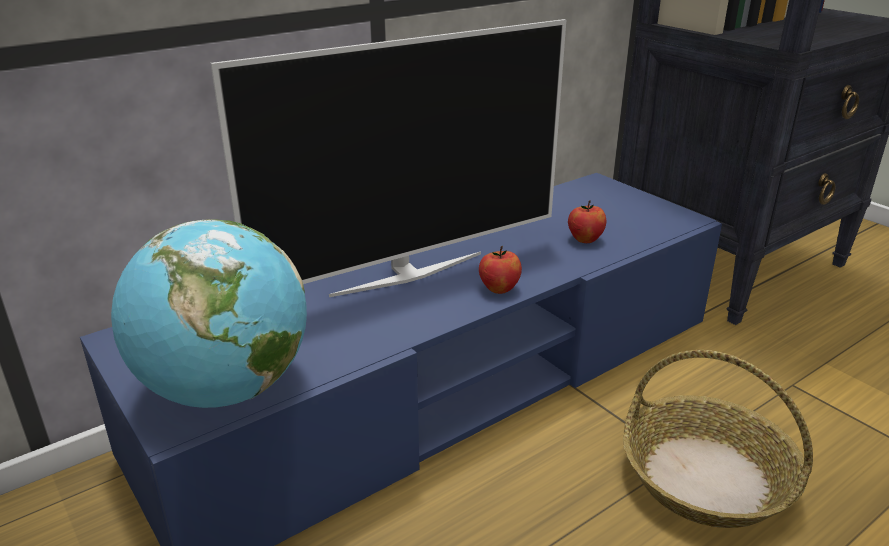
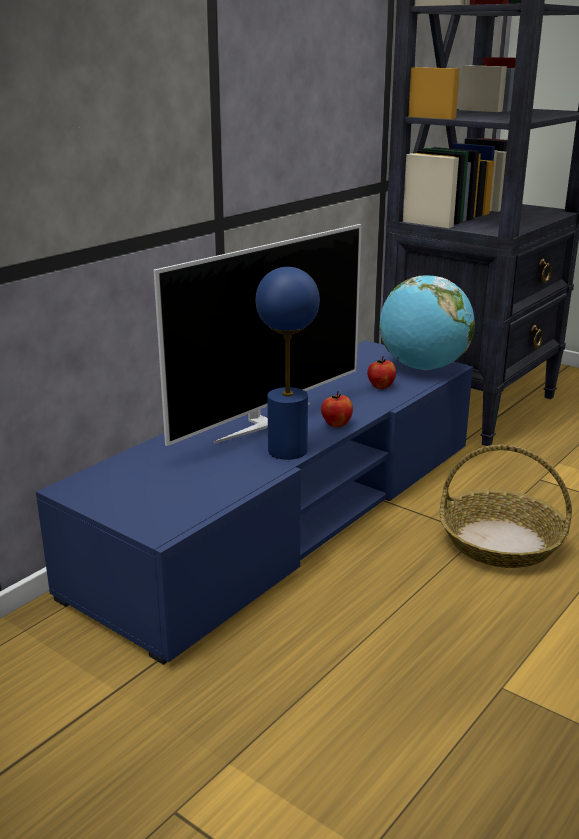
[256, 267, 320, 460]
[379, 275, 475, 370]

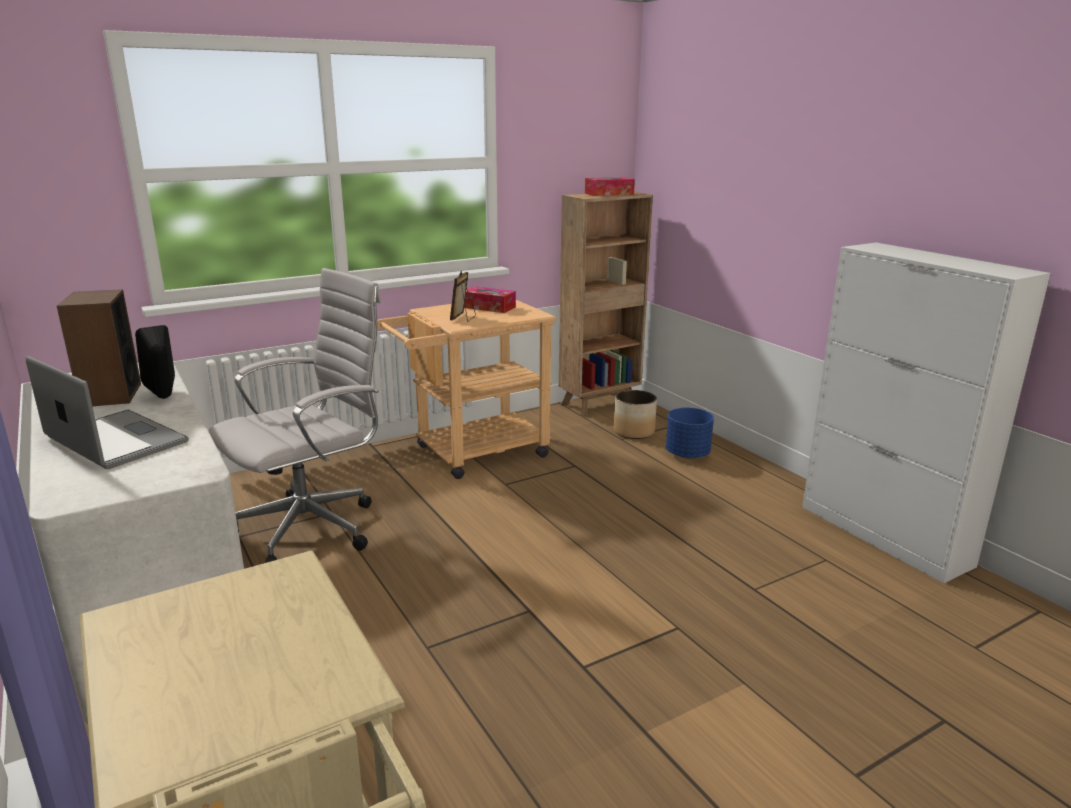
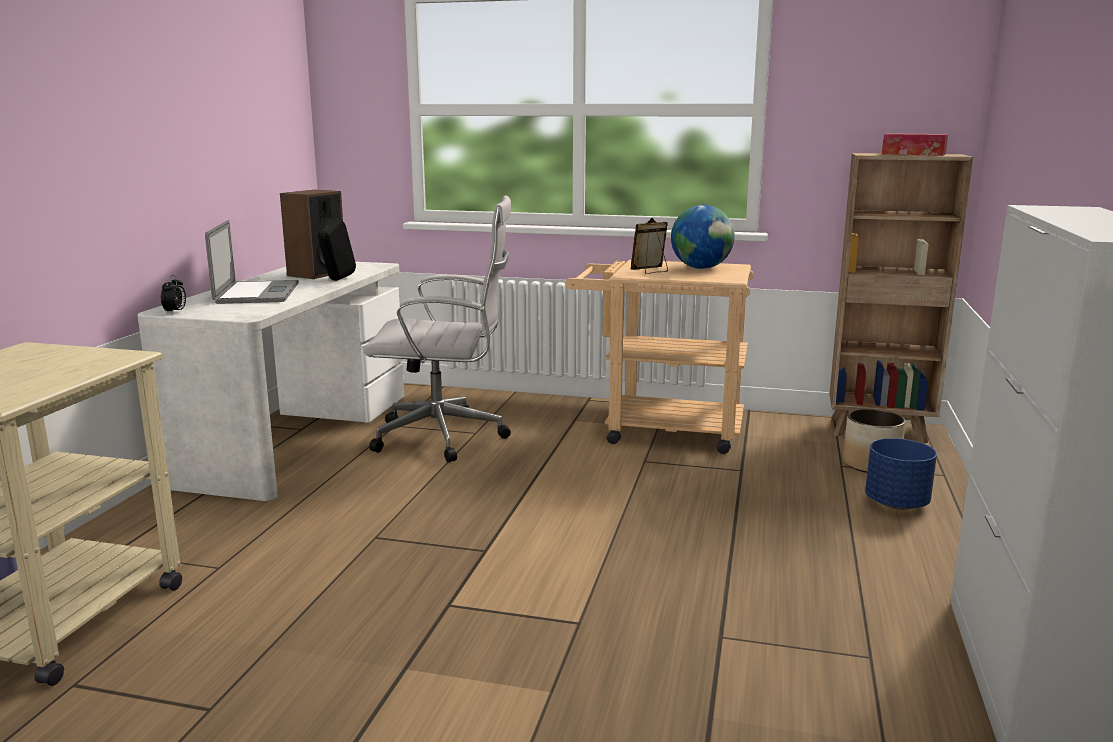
[161, 275, 186, 314]
[671, 205, 735, 269]

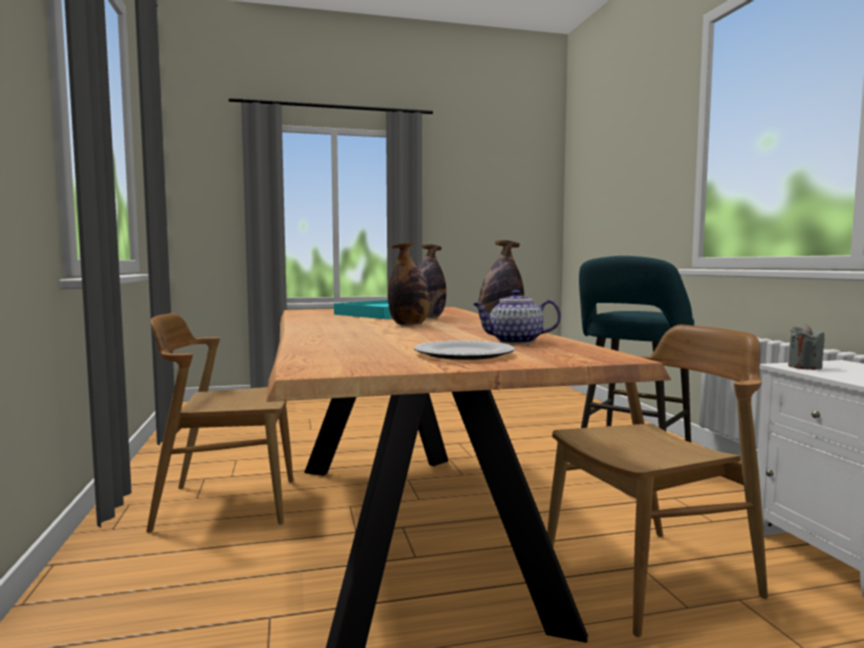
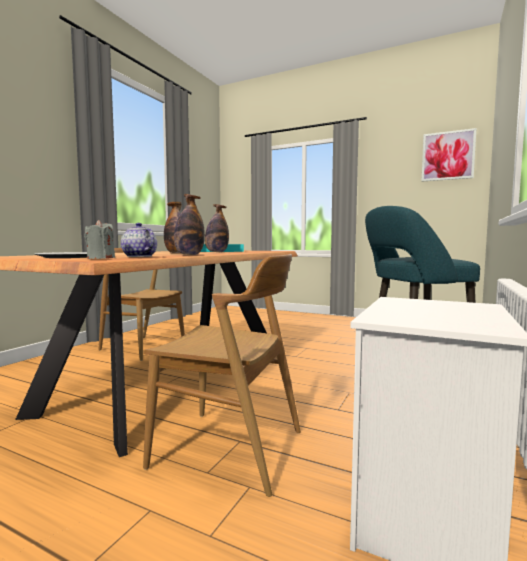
[422, 128, 476, 181]
[84, 220, 115, 259]

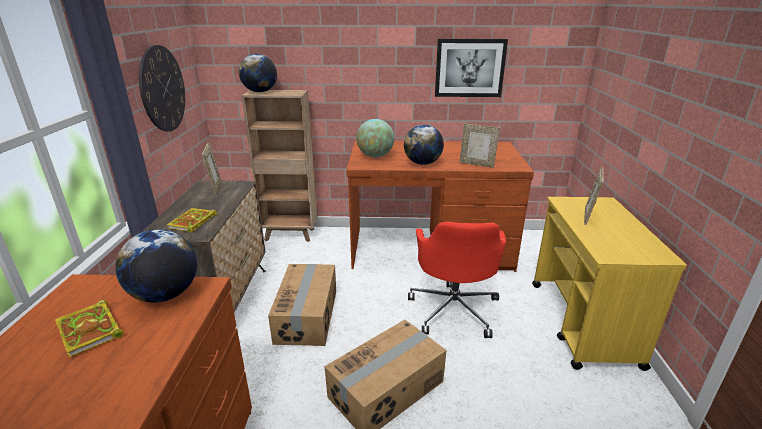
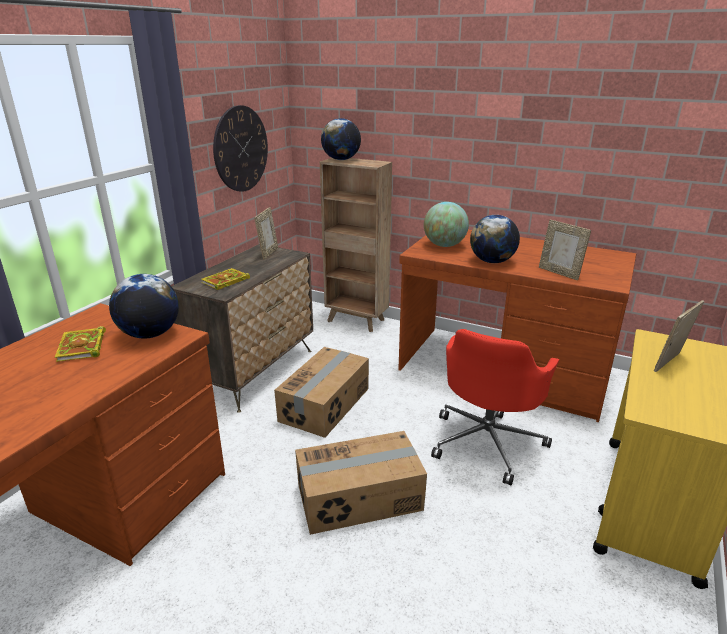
[435, 39, 508, 97] (first image)

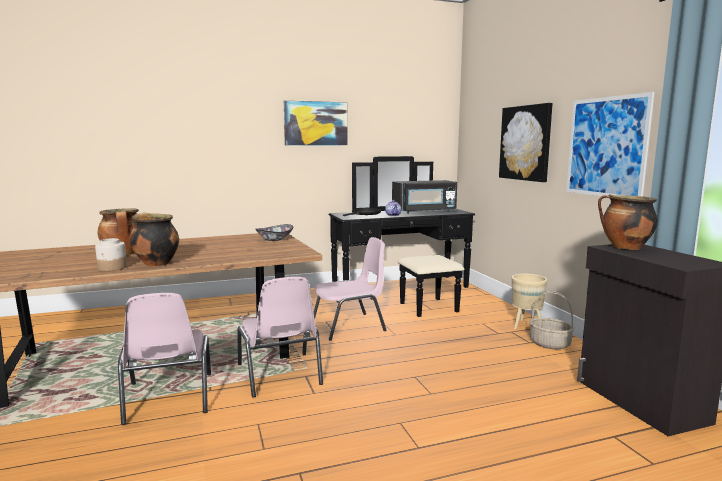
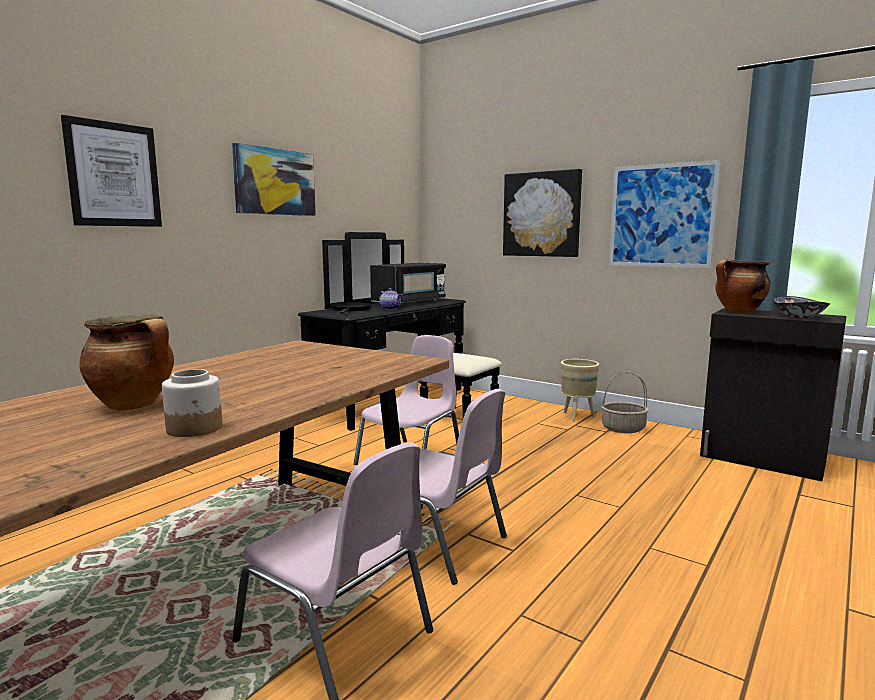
[129, 213, 179, 266] (first image)
[61, 115, 162, 227]
[773, 296, 830, 319]

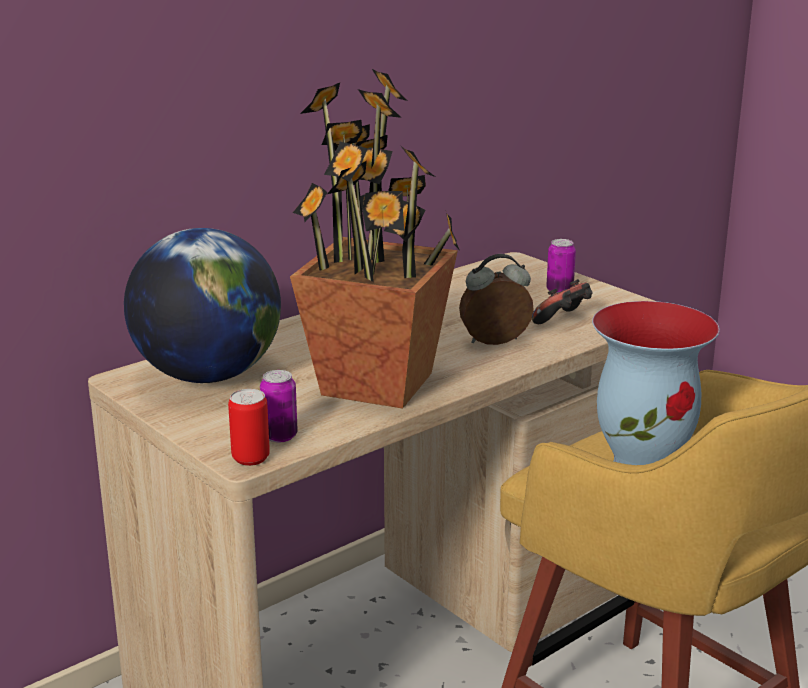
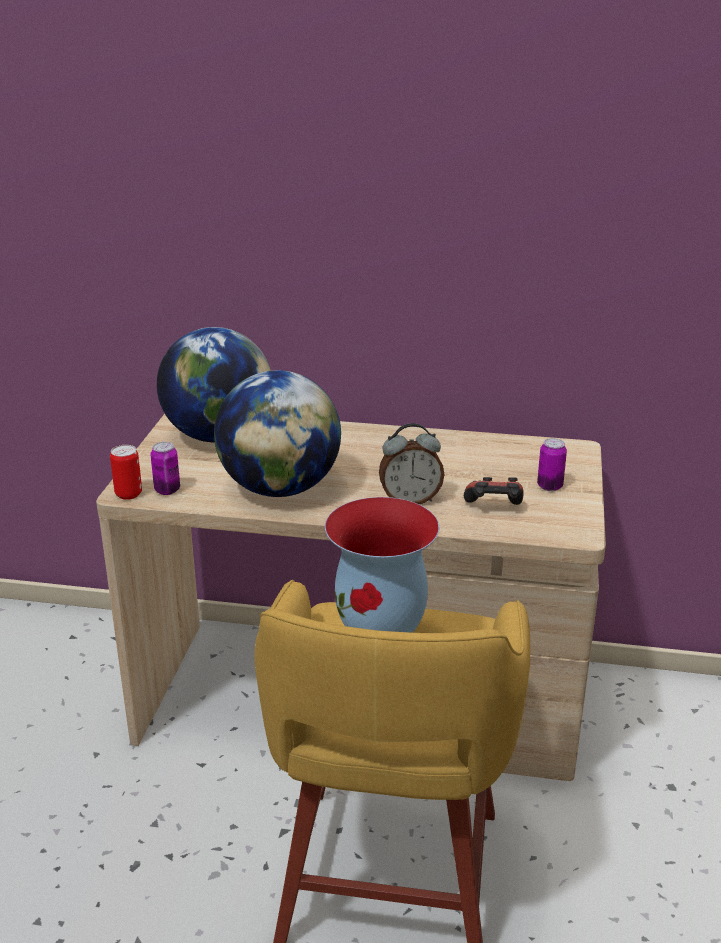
[214, 370, 341, 497]
[379, 423, 444, 504]

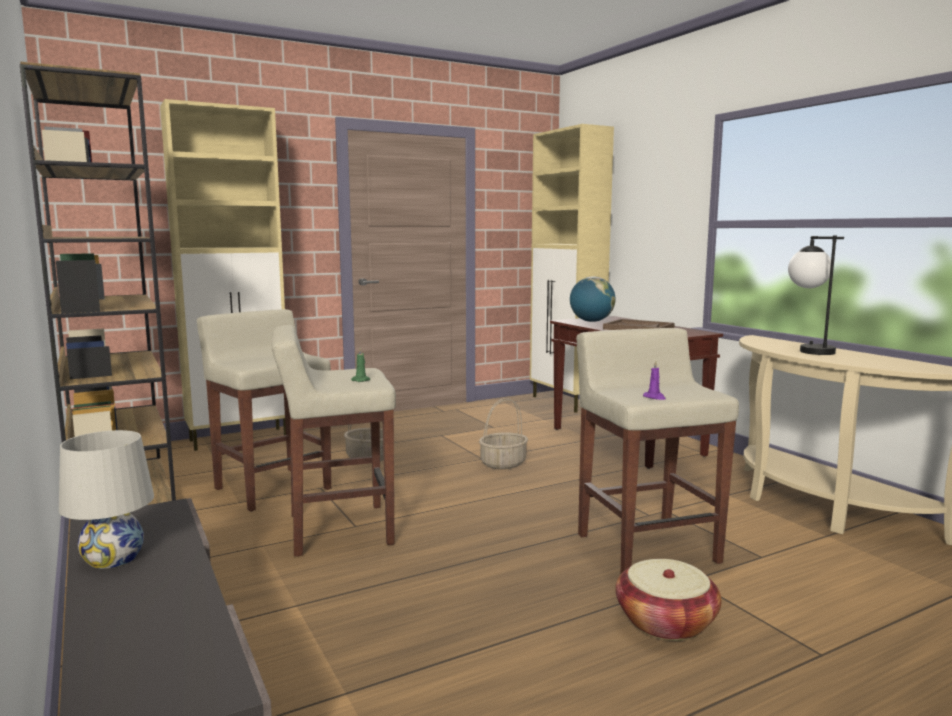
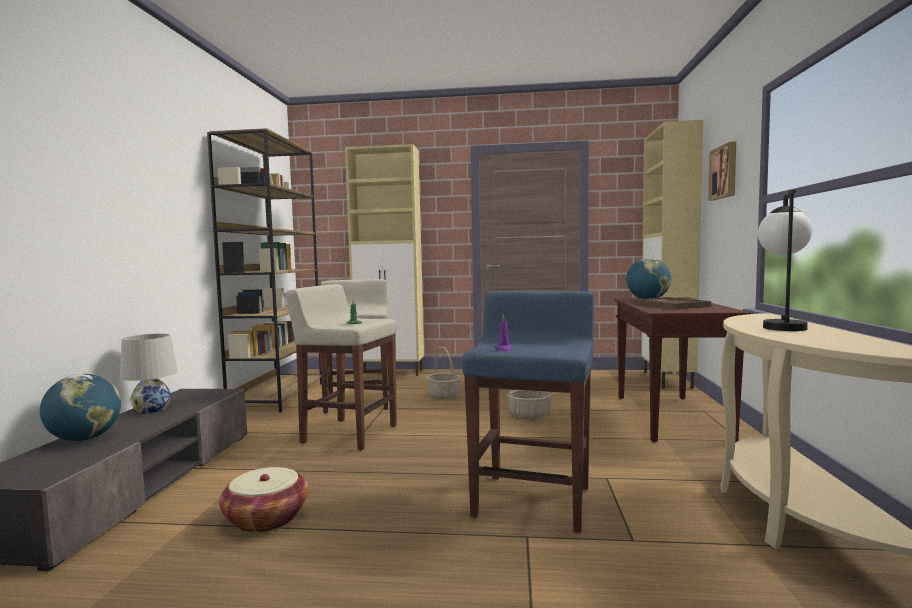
[40, 374, 121, 441]
[708, 141, 736, 201]
[219, 467, 308, 533]
[462, 291, 594, 532]

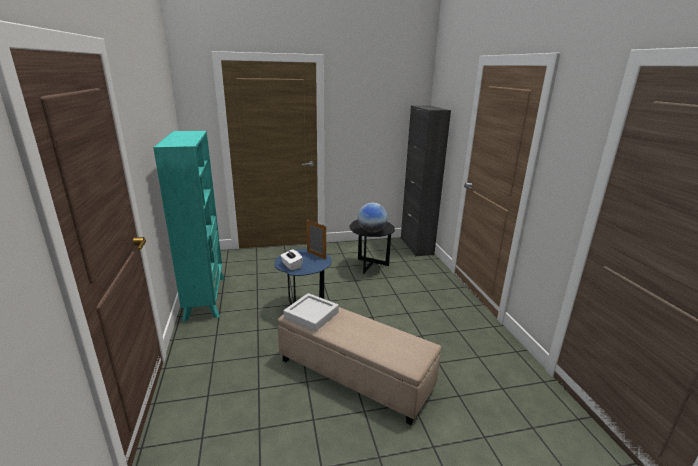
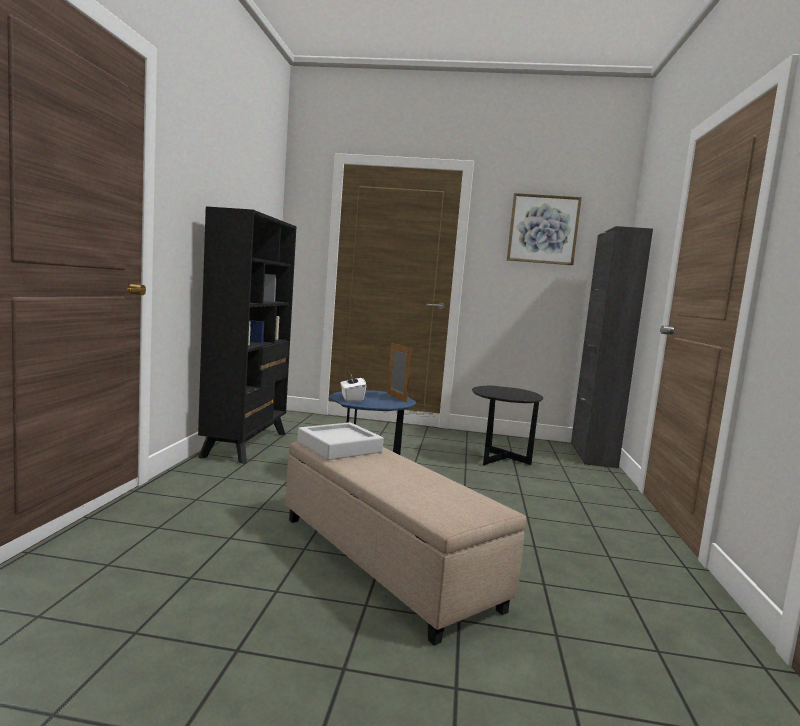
[358, 203, 388, 233] (first image)
[507, 193, 582, 265]
[198, 206, 296, 464]

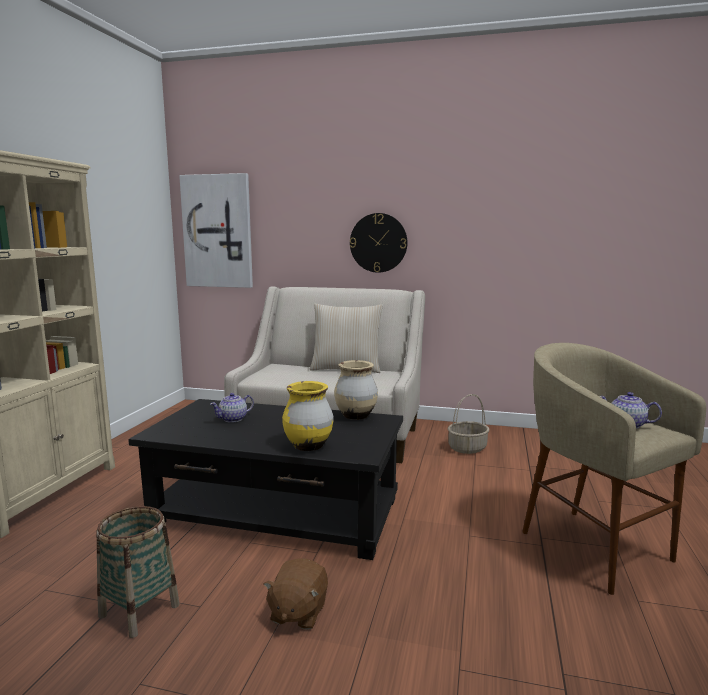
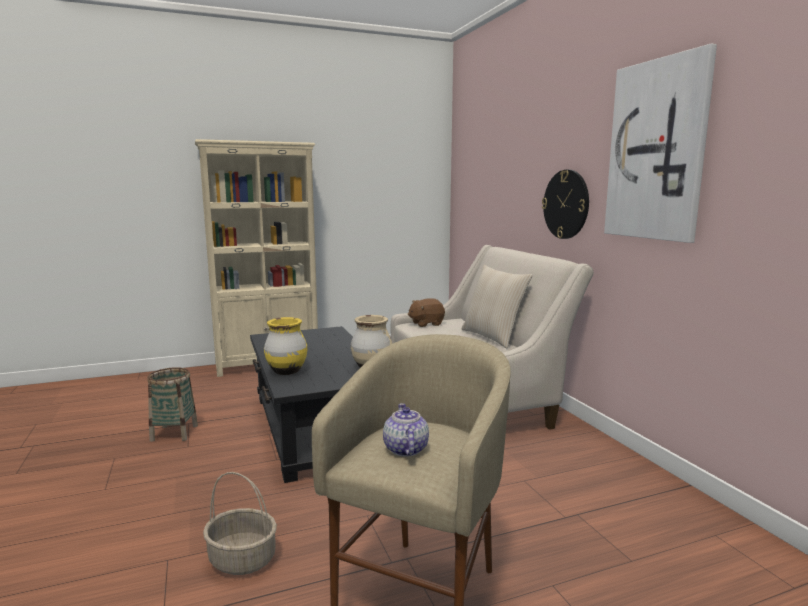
[210, 393, 254, 423] (first image)
[604, 44, 717, 243]
[407, 298, 445, 327]
[203, 472, 277, 575]

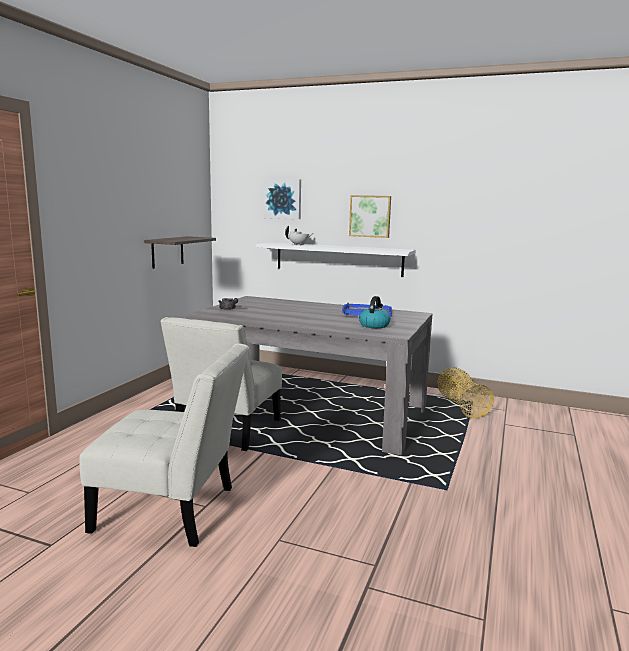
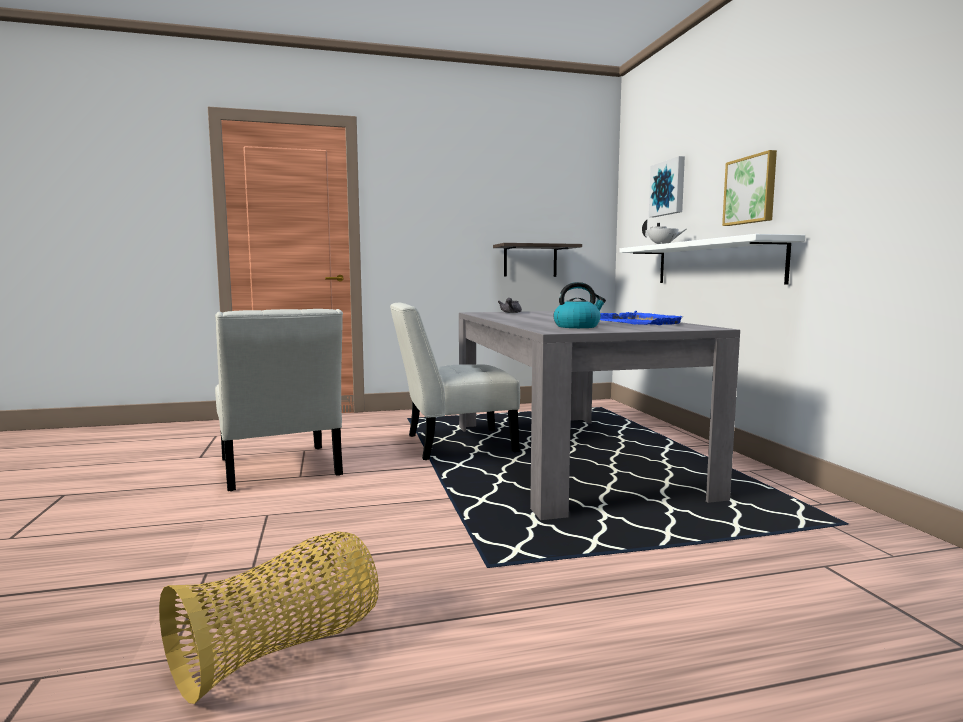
[159, 532, 379, 704]

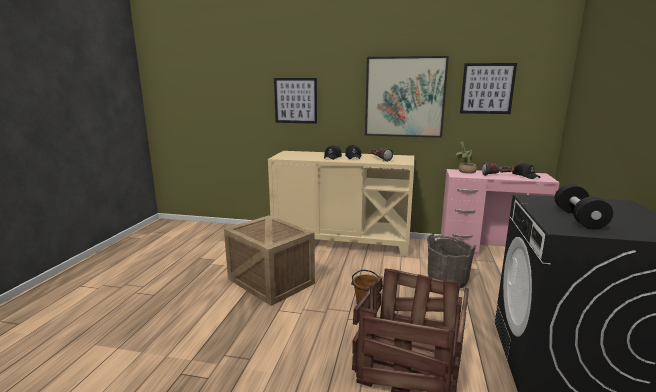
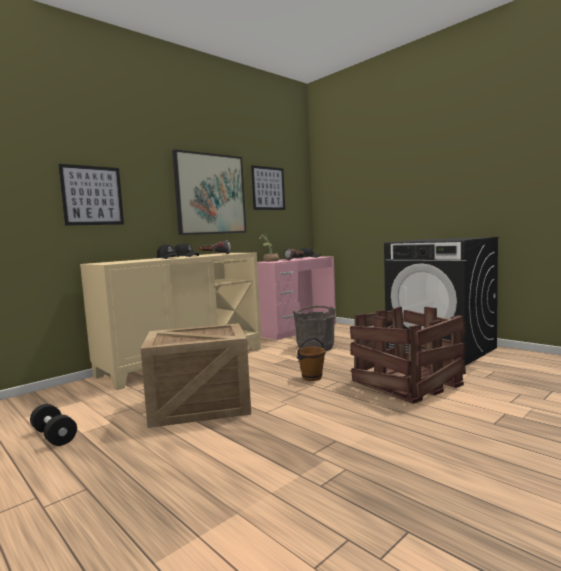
[30, 404, 77, 446]

